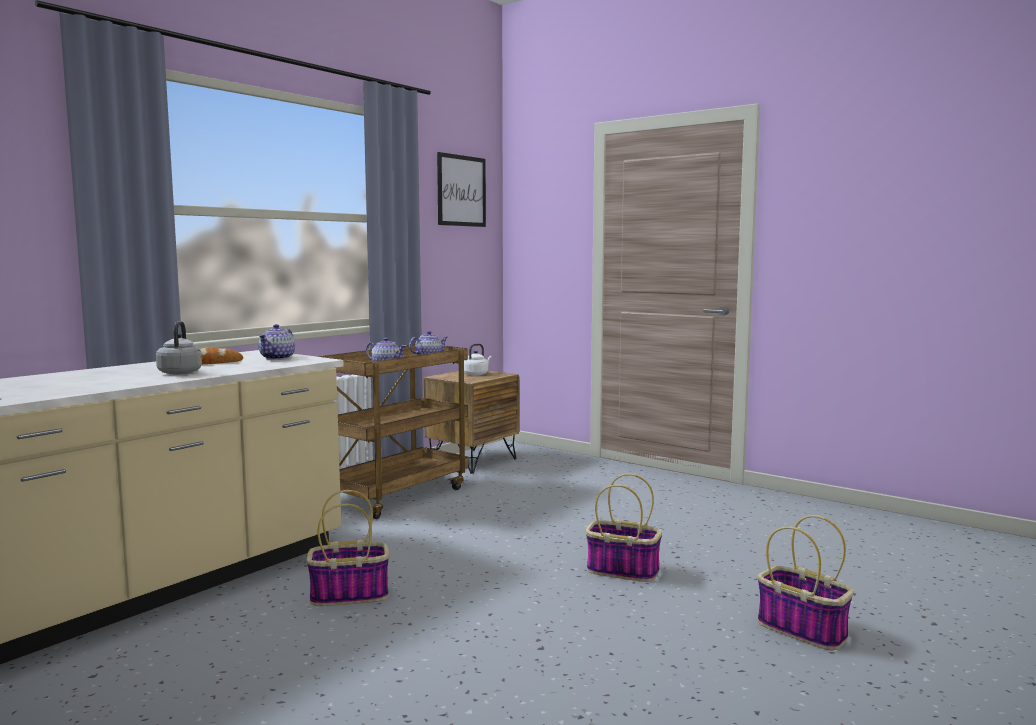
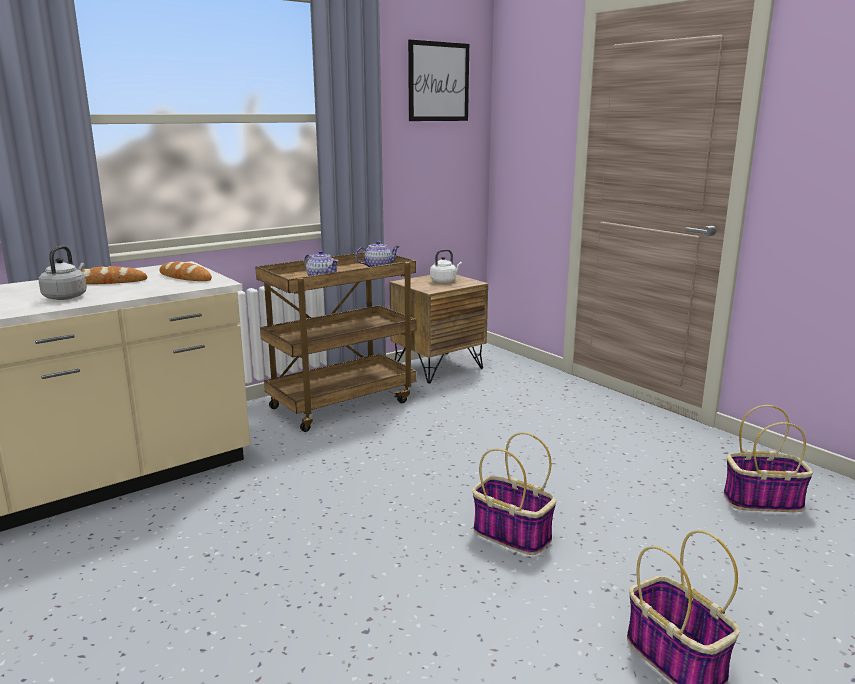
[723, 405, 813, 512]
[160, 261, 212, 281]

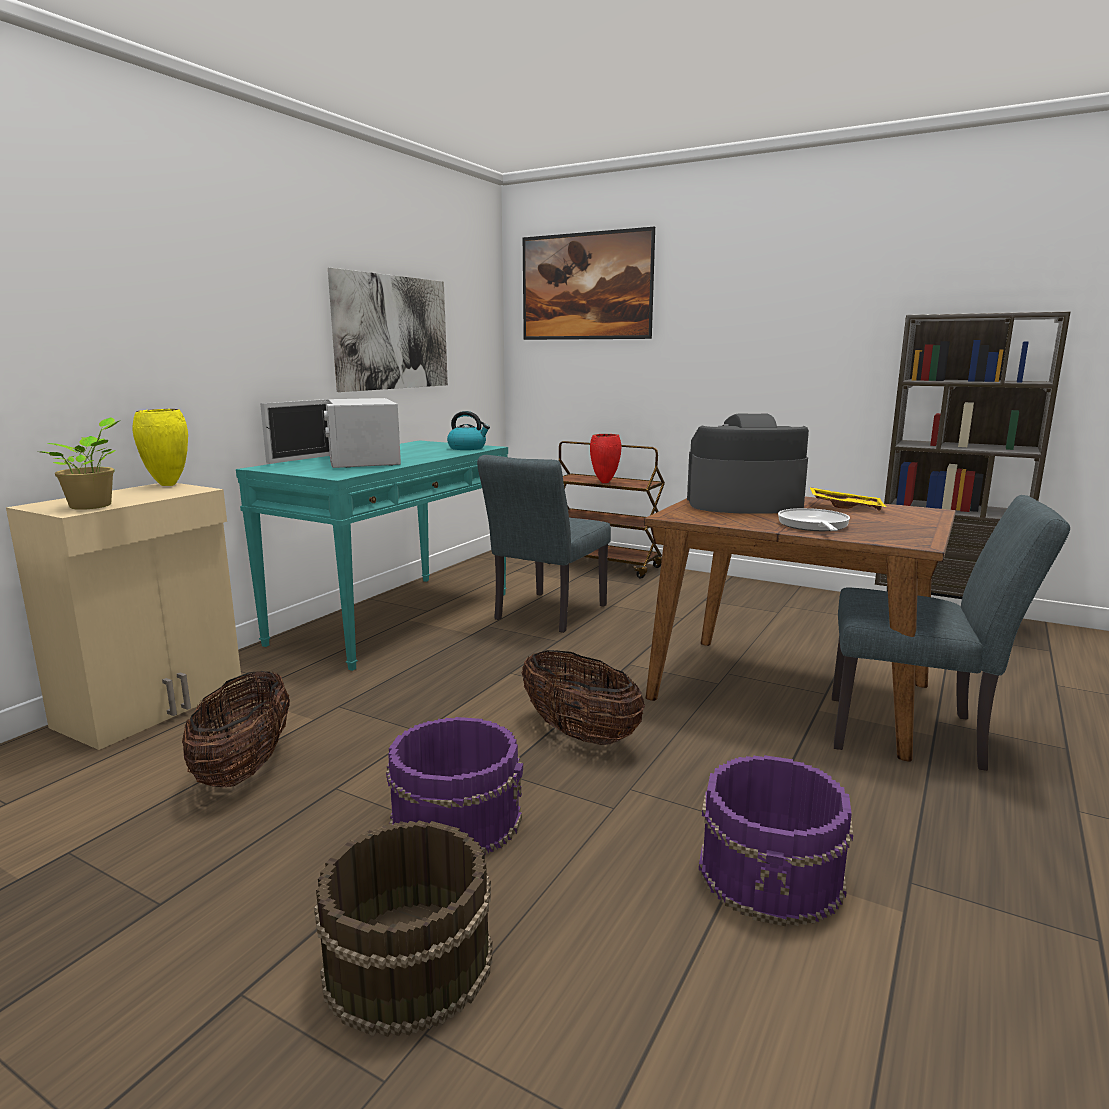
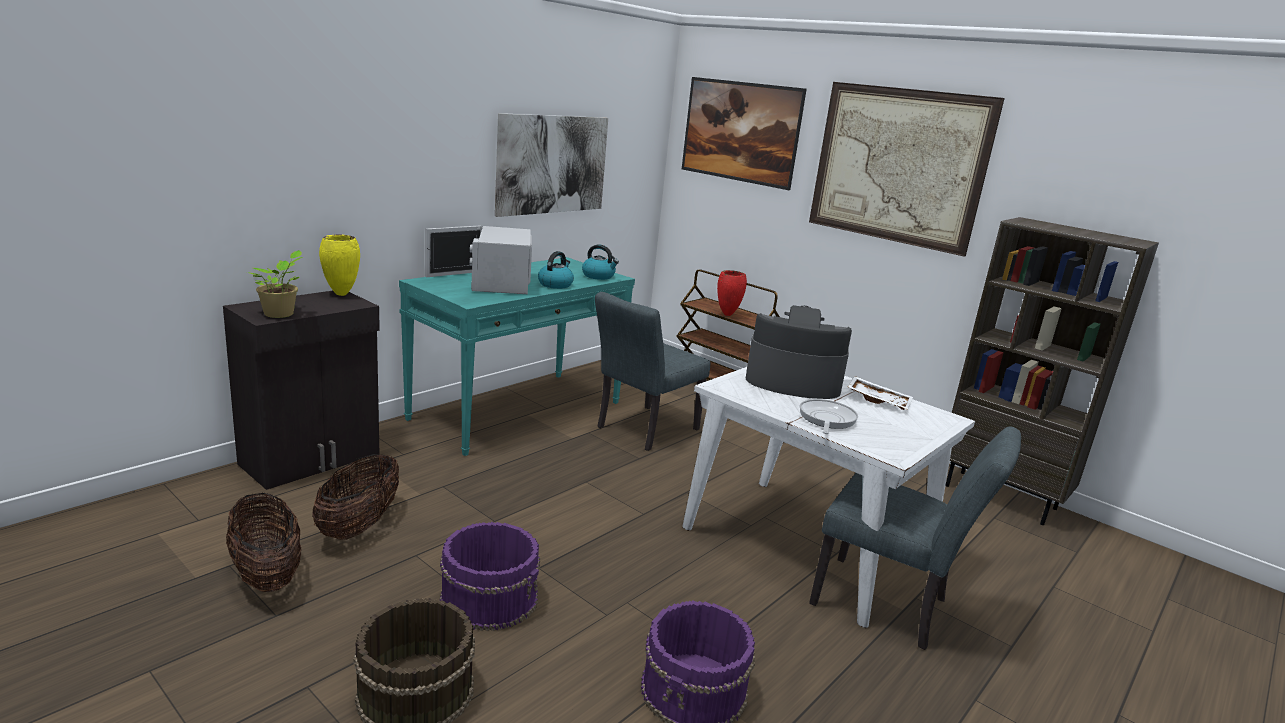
[538, 251, 574, 289]
[809, 82, 1005, 257]
[226, 493, 302, 592]
[223, 291, 380, 490]
[682, 367, 975, 628]
[848, 376, 913, 410]

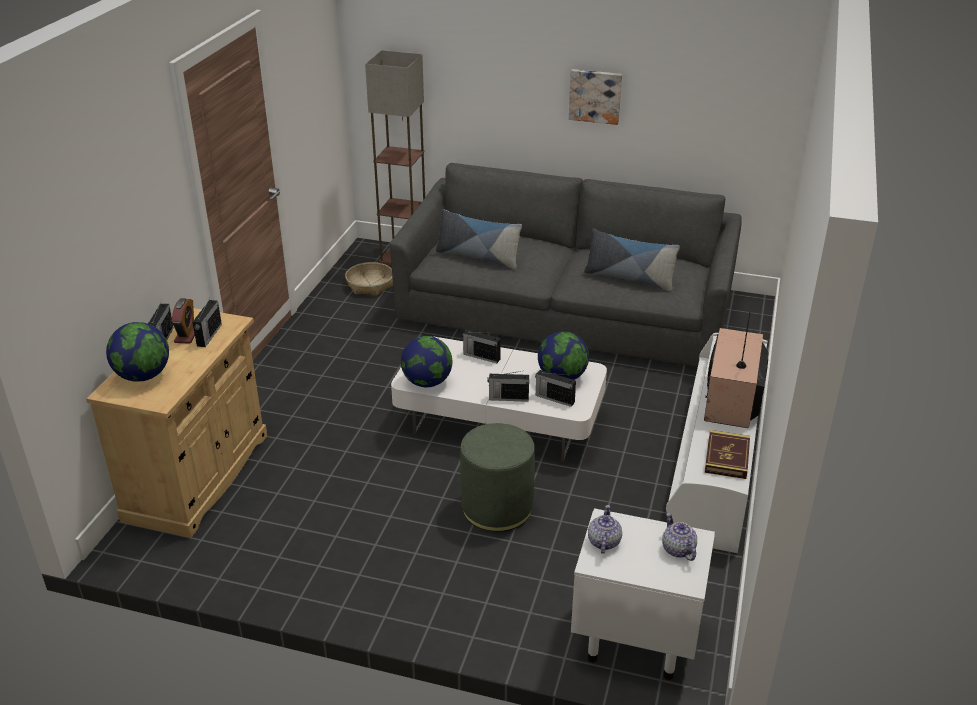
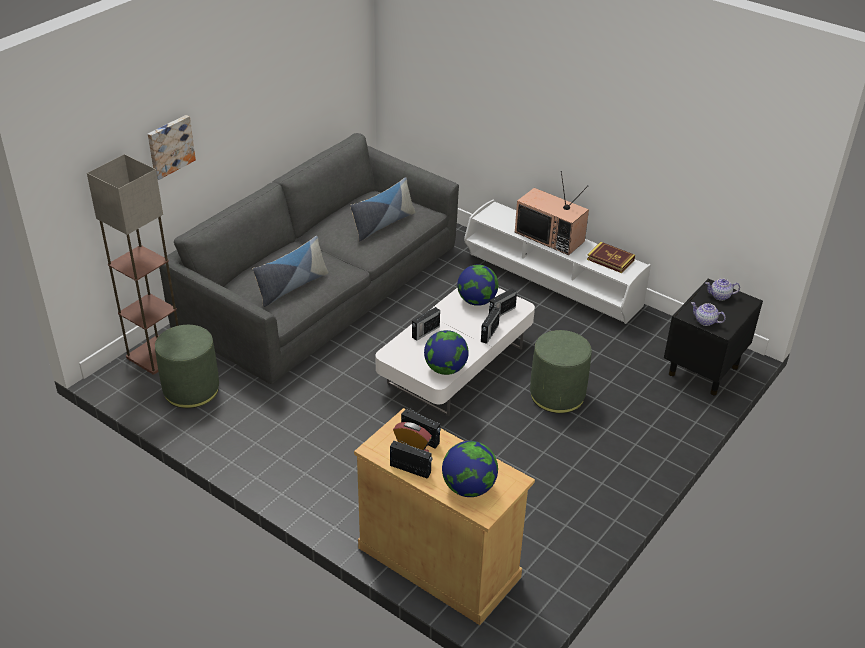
[148, 115, 196, 180]
[155, 325, 219, 408]
[664, 279, 763, 395]

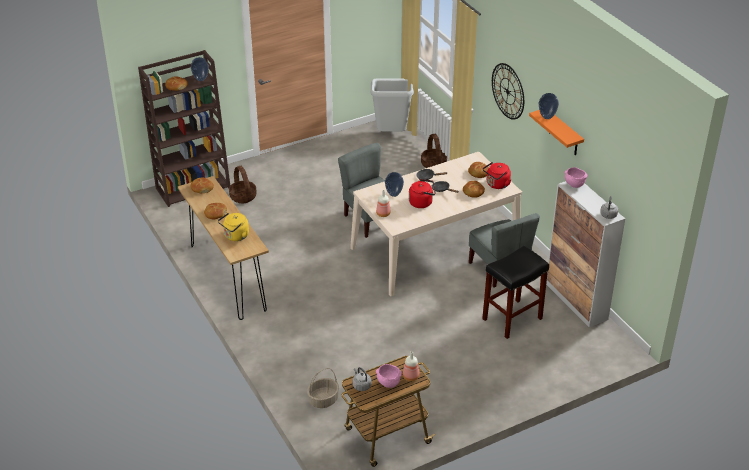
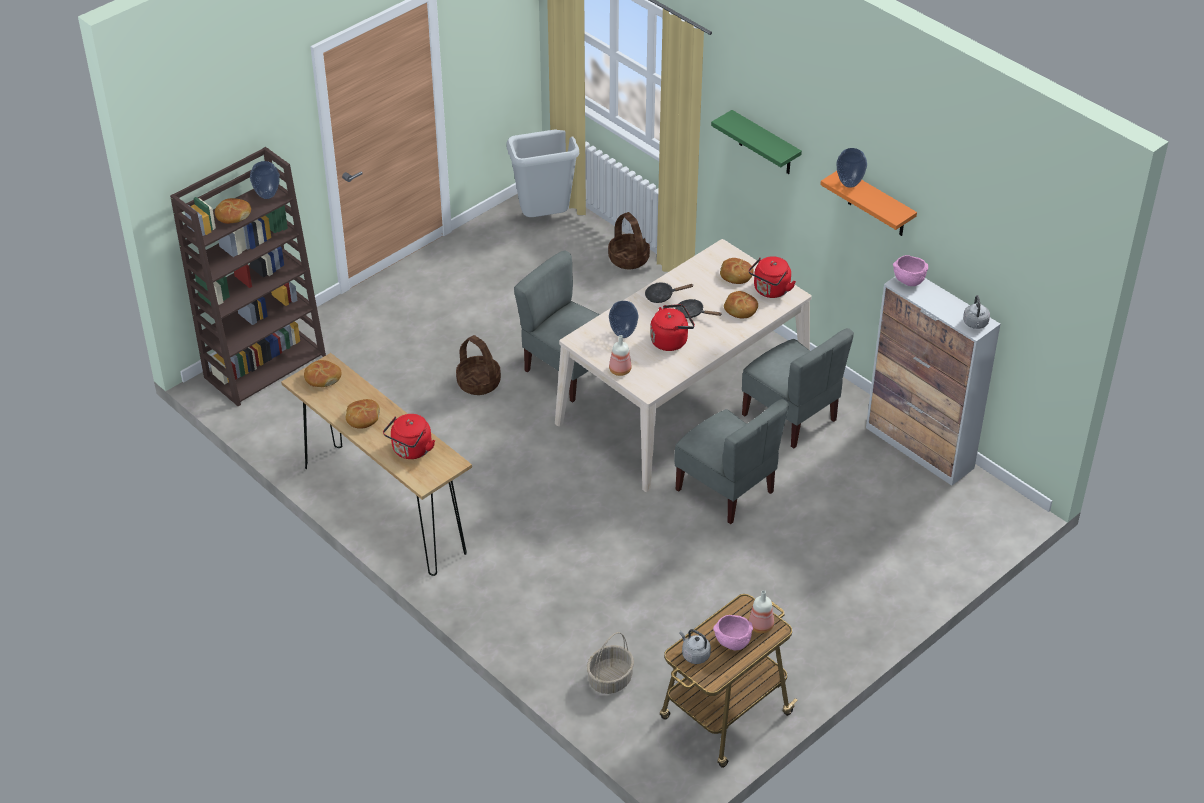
[482, 246, 549, 339] (first image)
[674, 399, 789, 524]
[456, 335, 501, 395]
[711, 110, 802, 174]
[383, 414, 435, 459]

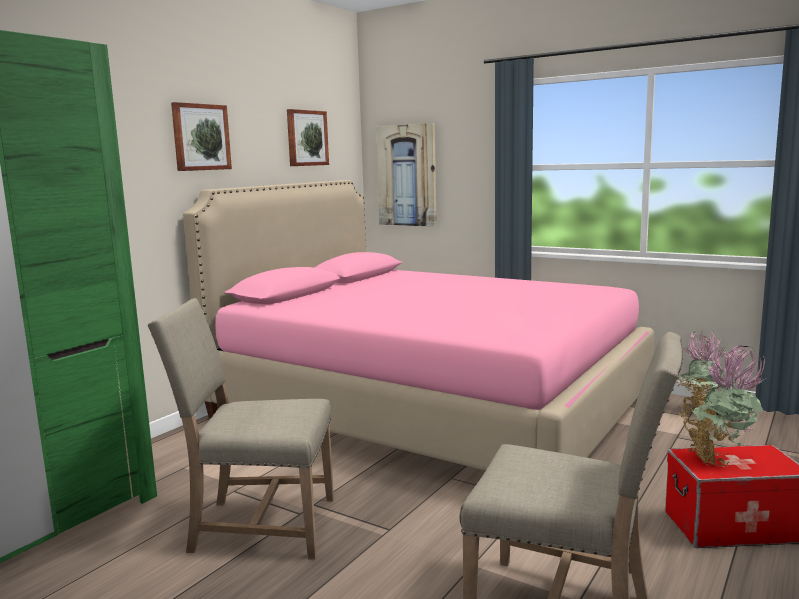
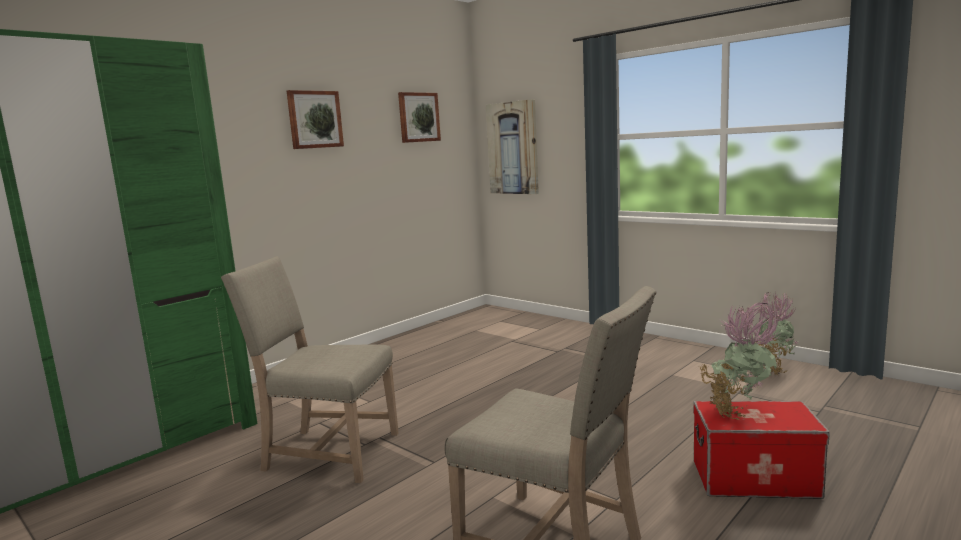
[183, 180, 654, 471] (first image)

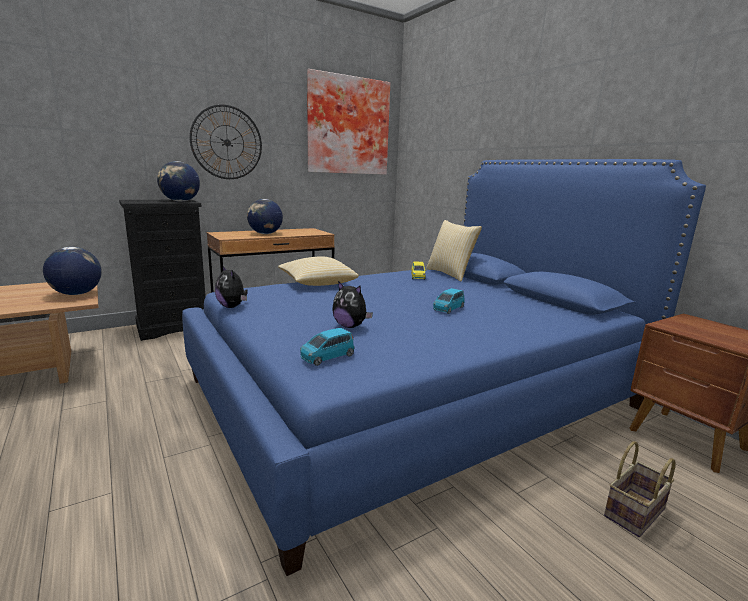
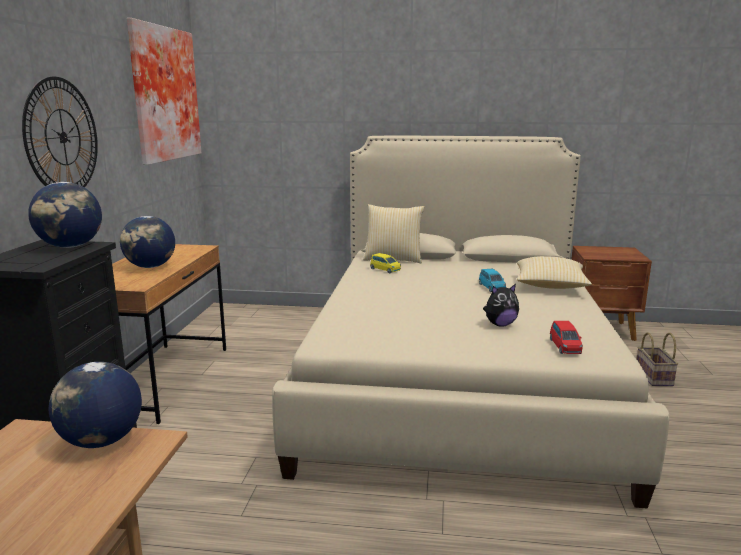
[215, 265, 248, 308] (first image)
[517, 256, 592, 289]
[272, 136, 669, 509]
[550, 321, 583, 354]

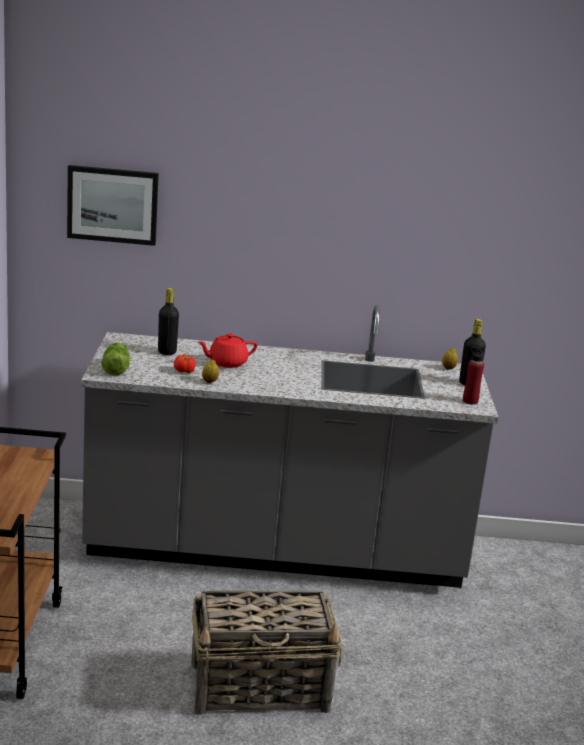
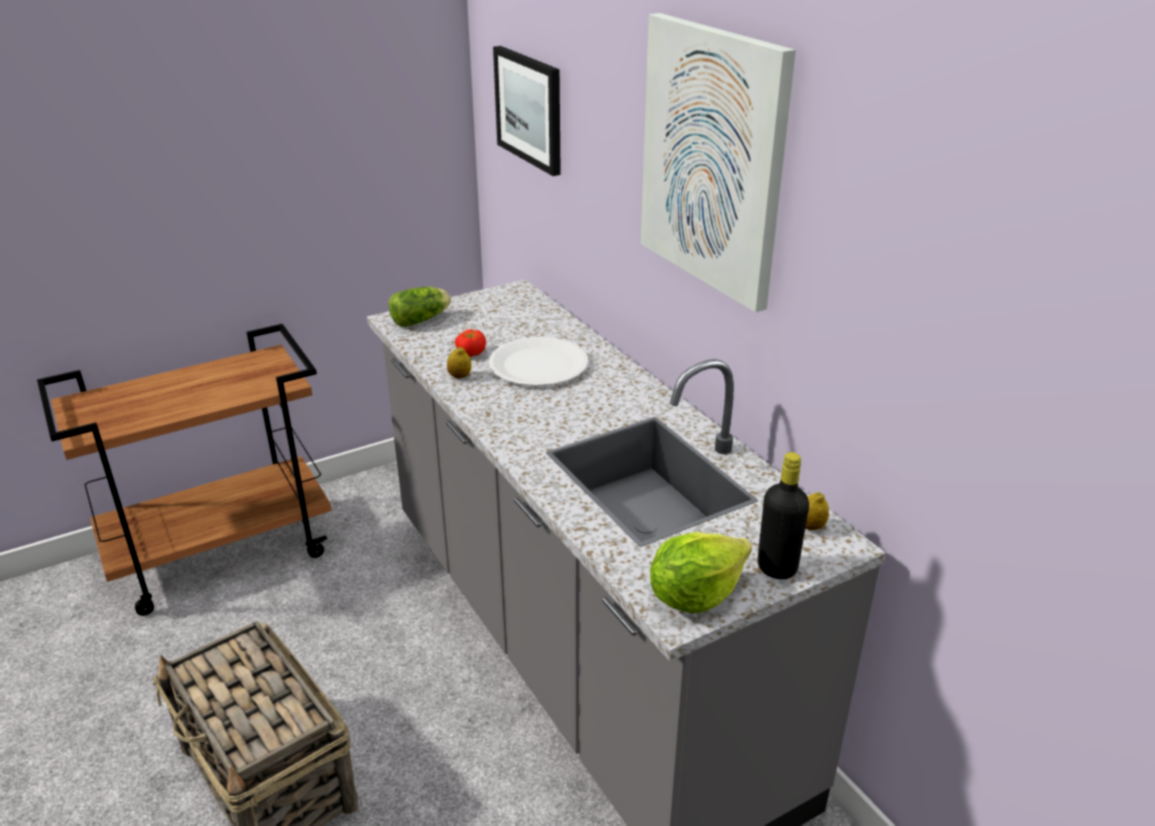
[158, 288, 179, 355] (first image)
[641, 13, 796, 312]
[489, 337, 589, 386]
[650, 532, 752, 613]

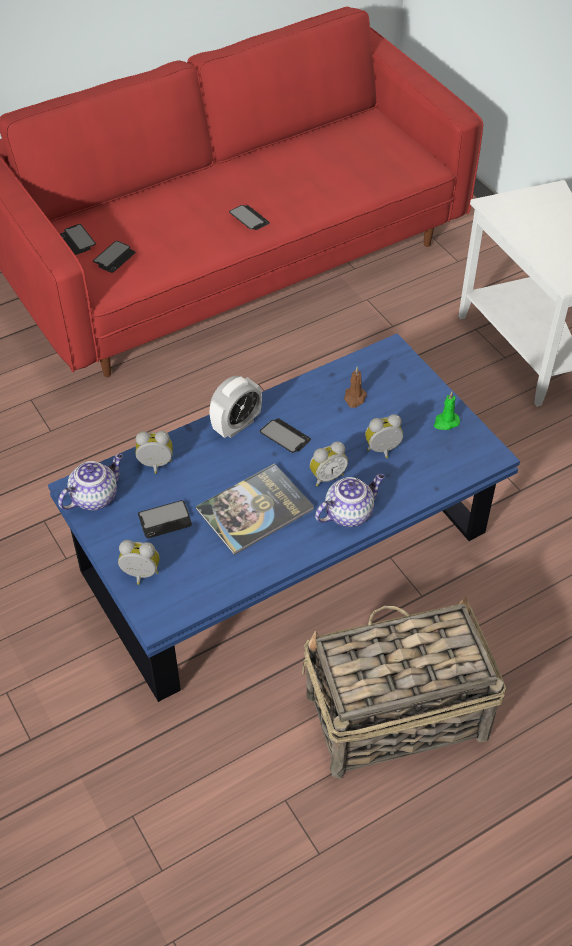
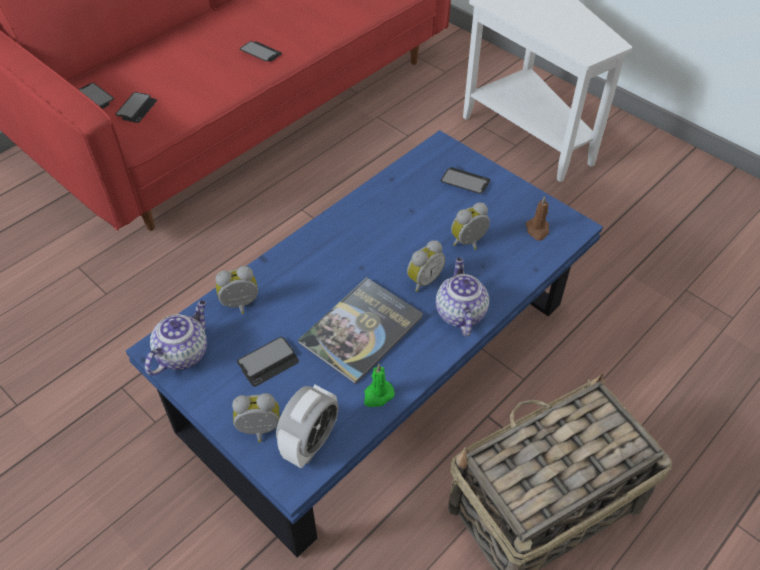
[276, 385, 339, 469]
[441, 167, 490, 194]
[525, 196, 549, 241]
[364, 364, 395, 407]
[436, 257, 489, 337]

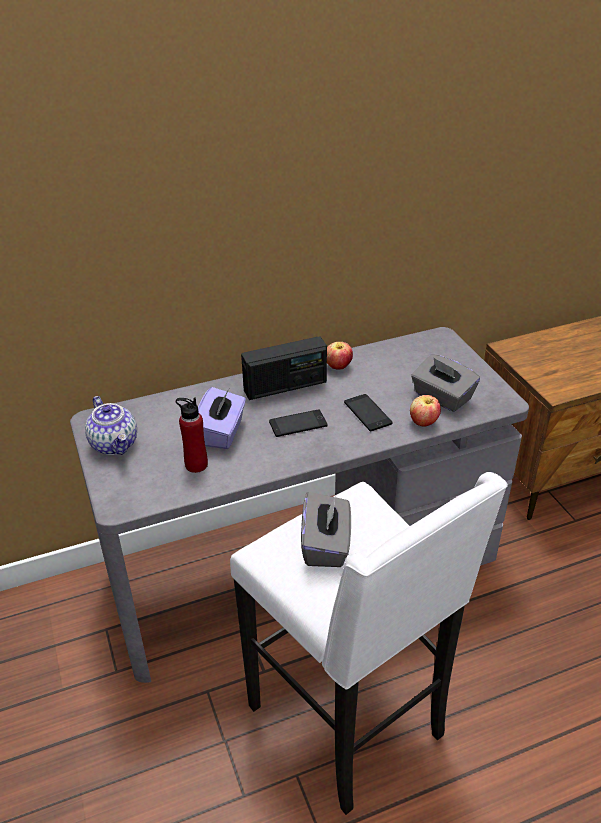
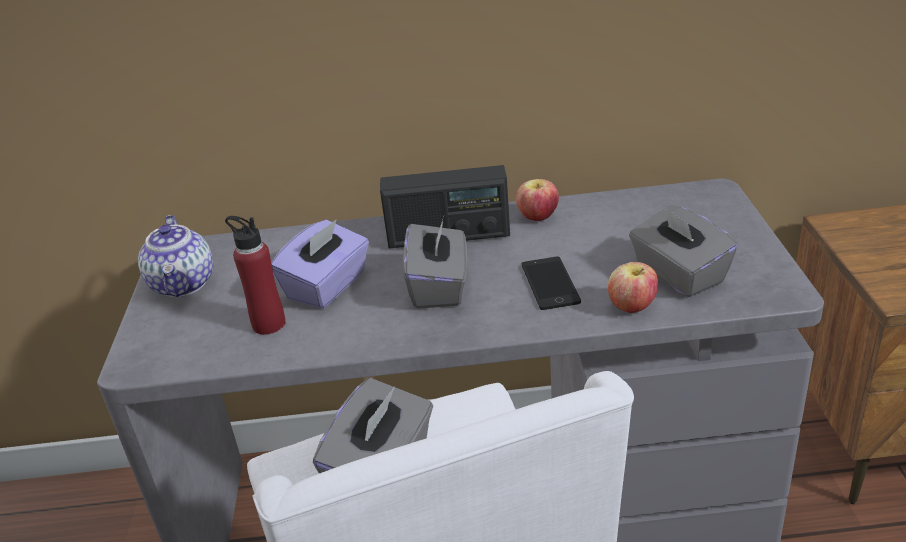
[403, 217, 467, 309]

